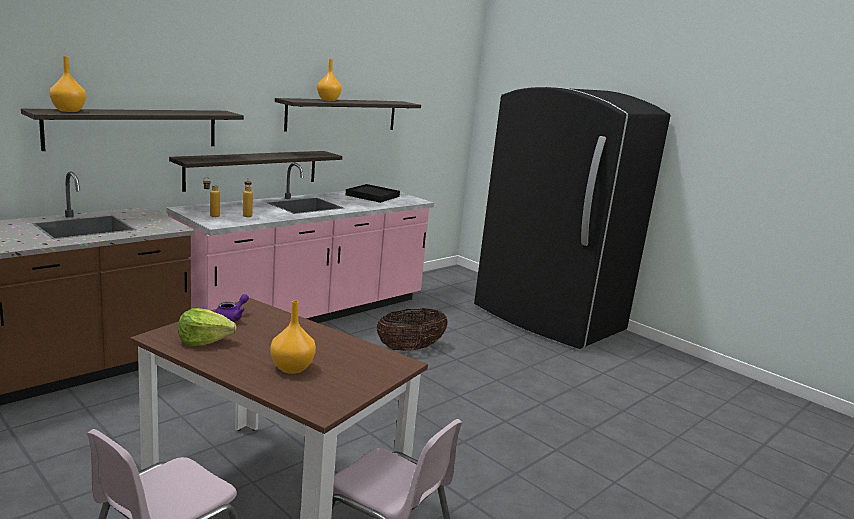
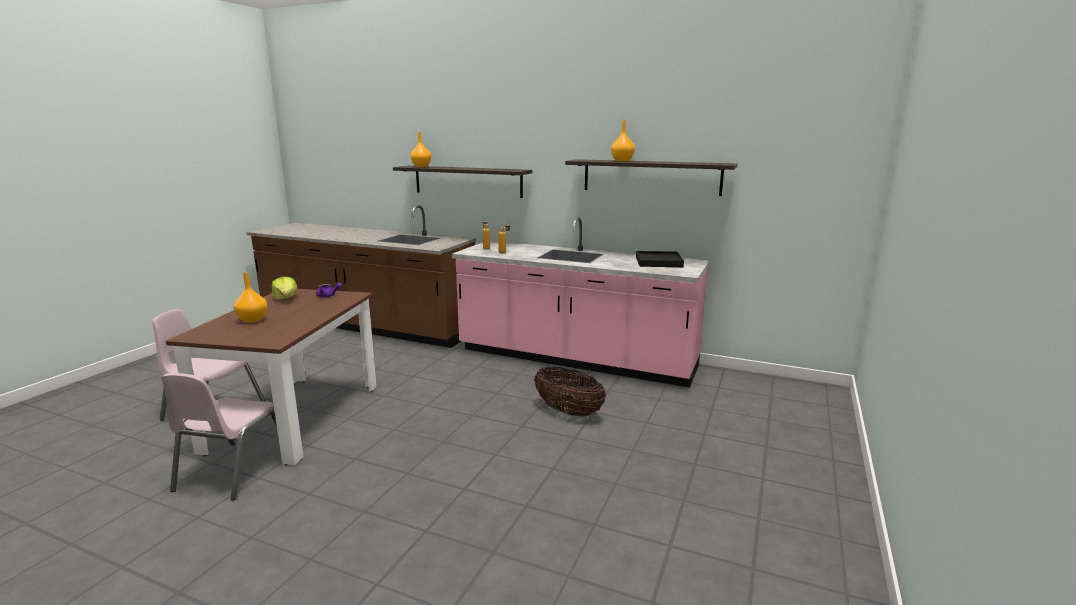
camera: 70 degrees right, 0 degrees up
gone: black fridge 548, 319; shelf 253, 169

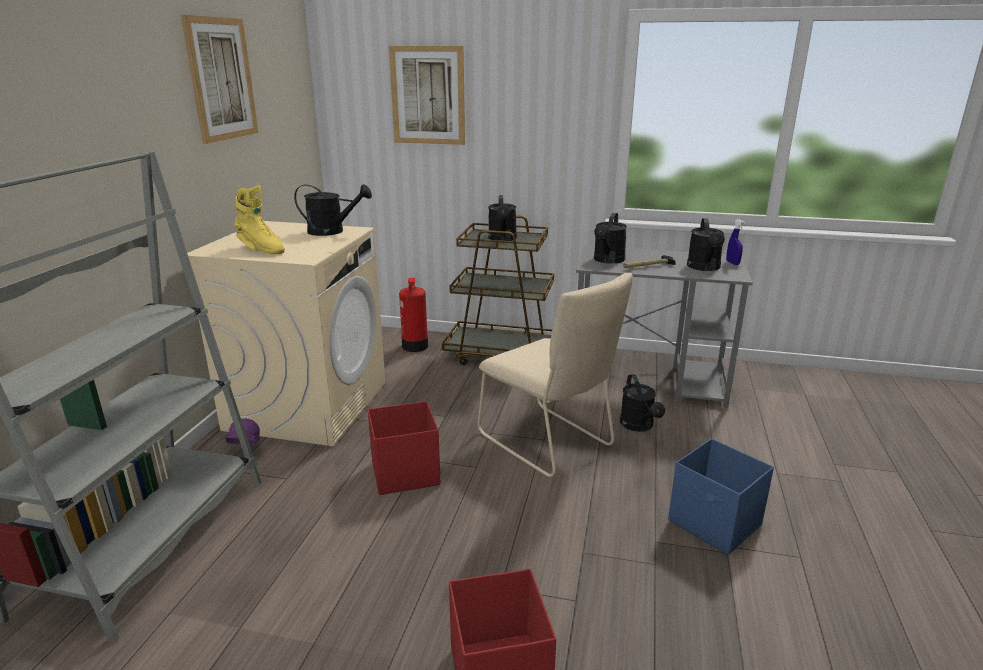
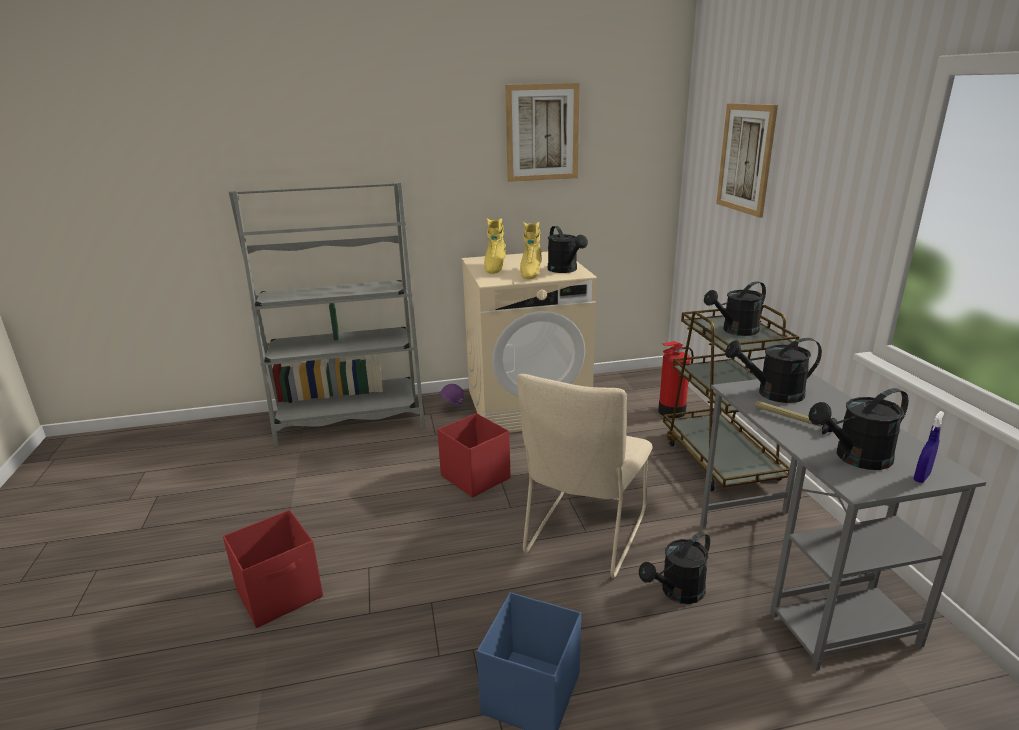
camera: 65 degrees right, 0 degrees up
new: yellow boot 530, 273

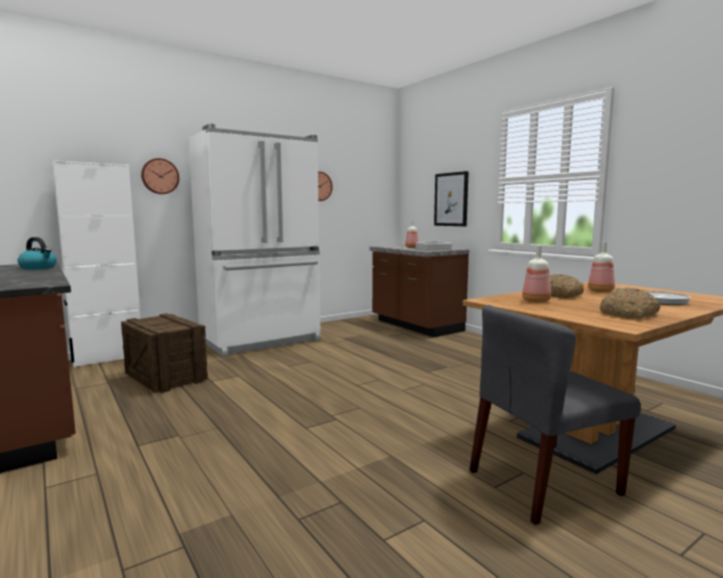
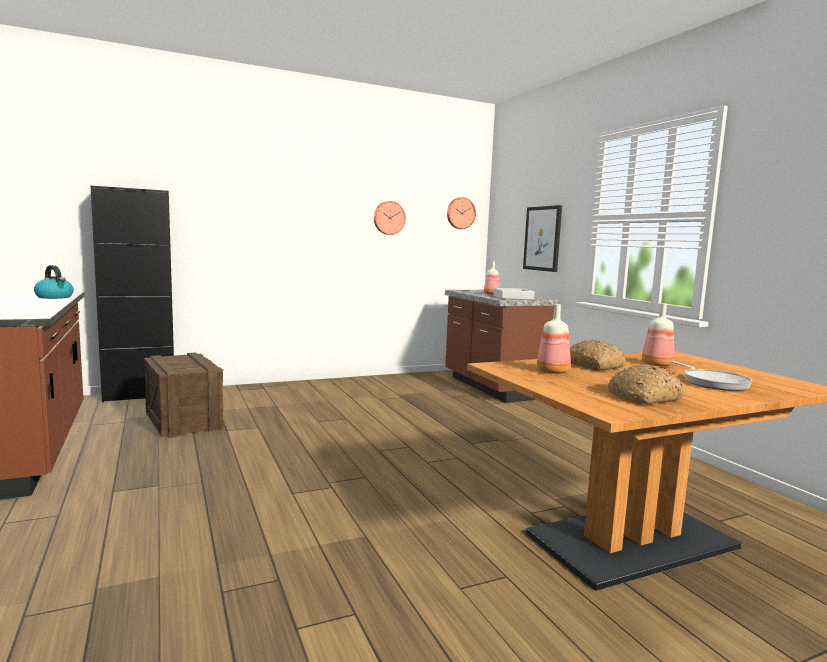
camera: 10 degrees right, 0 degrees up
gone: white fridge 262, 341; grey chair 543, 483
shifted: wall clock 160, 176 to 460, 213
repainted: white cabinet 108, 358 to black cabinet 139, 395

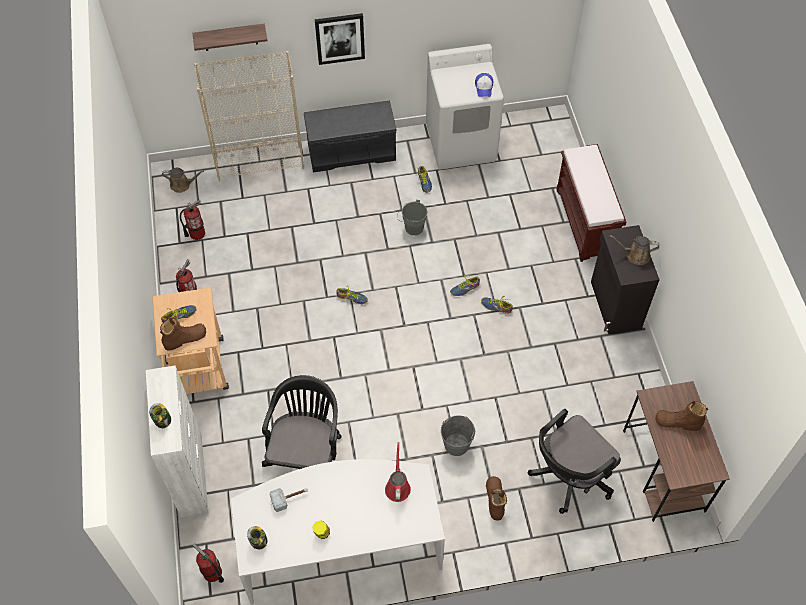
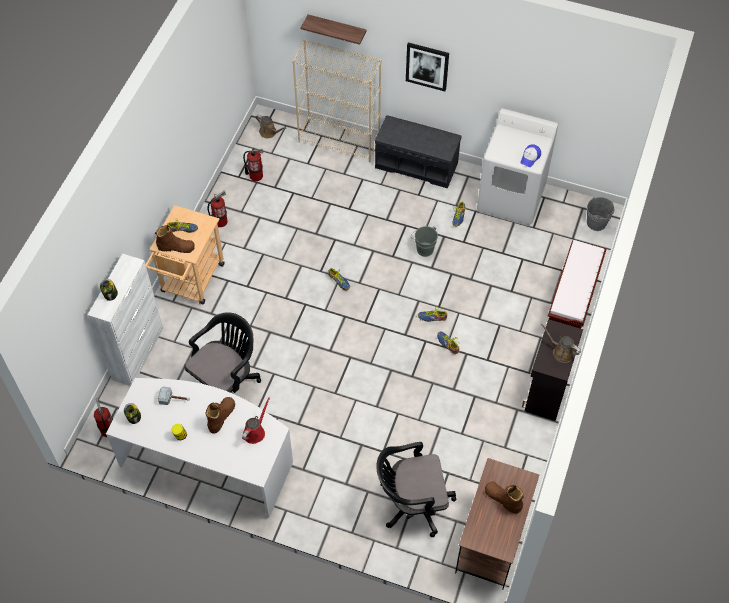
camera: 30 degrees right, 0 degrees up
shifted: grey bucket 456, 444 to 596, 222; brown boot 495, 499 to 221, 416

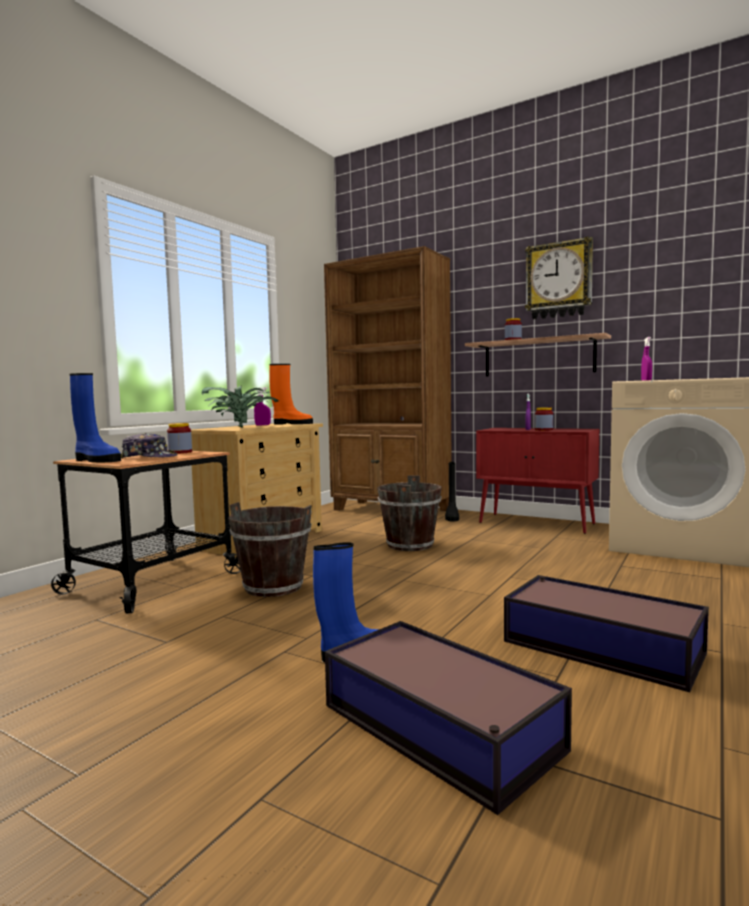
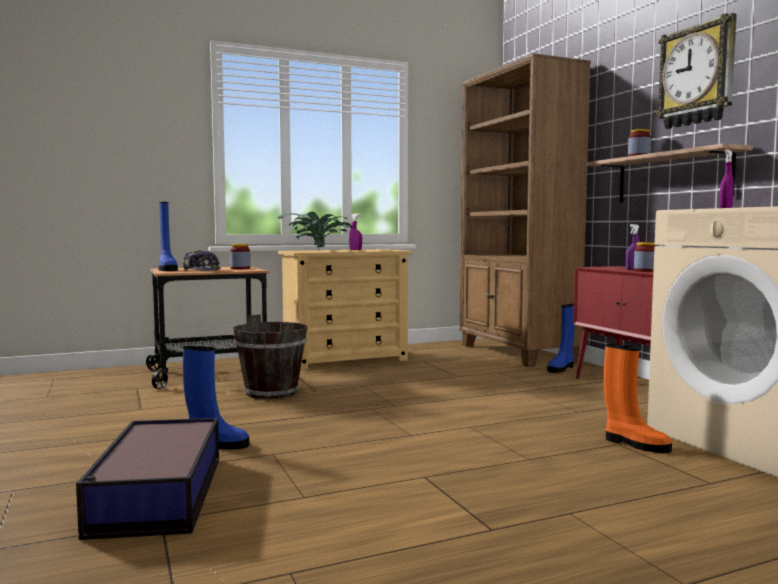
camera: 35 degrees right, 0 degrees up
gone: brown bucket 410, 545; storage box 599, 646
shifted: orange boot 291, 424 to 635, 444
repainted: black boot 452, 517 to blue boot 561, 368

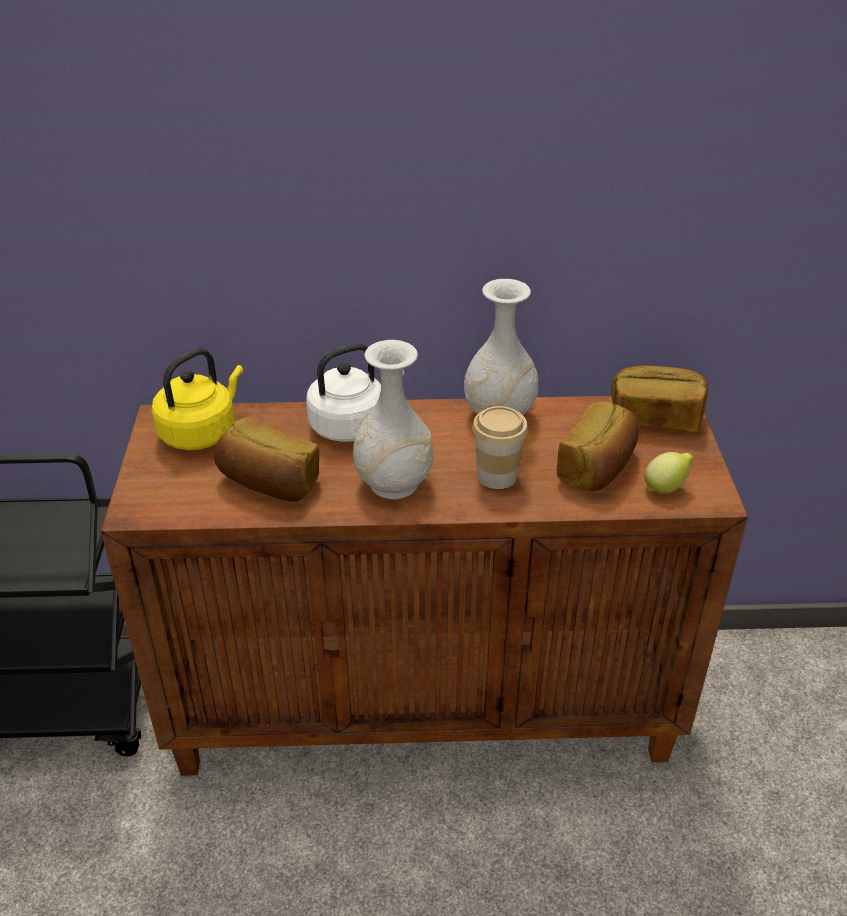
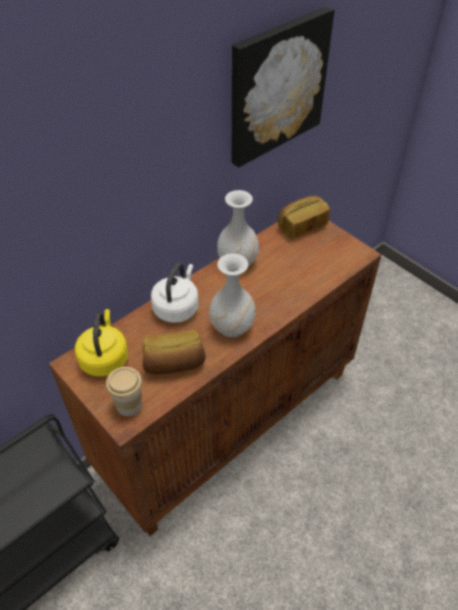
camera: 40 degrees left, 10 degrees up
gone: bread 598, 467; lemon 665, 488
new: picture 276, 86
shifted: cup 497, 476 to 129, 405

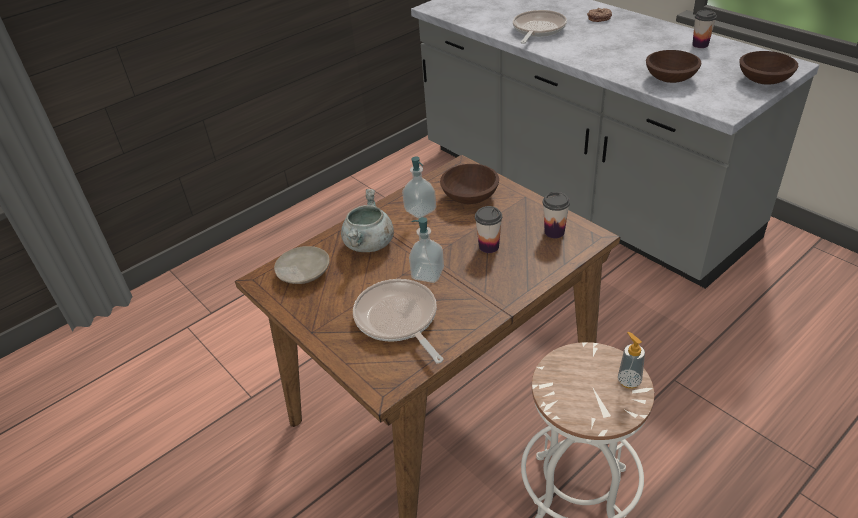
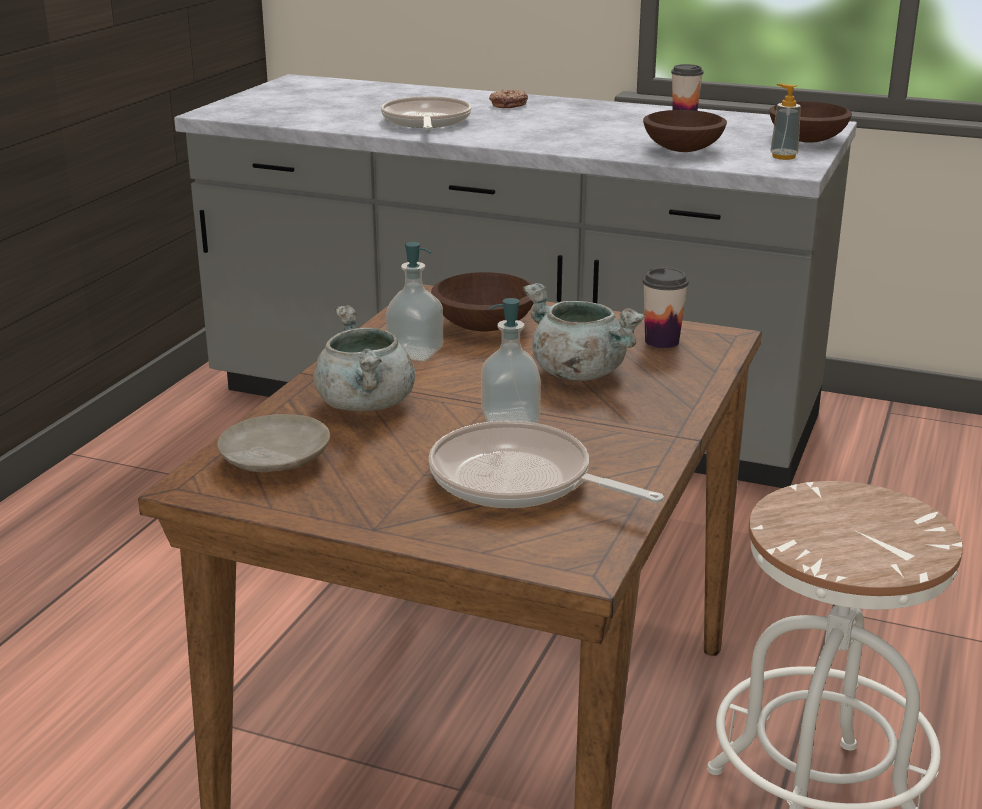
camera: 30 degrees left, 15 degrees down
shifted: soap dispenser 629, 381 to 783, 156
swapped: cup 489, 246 to grey cooking pot 577, 373

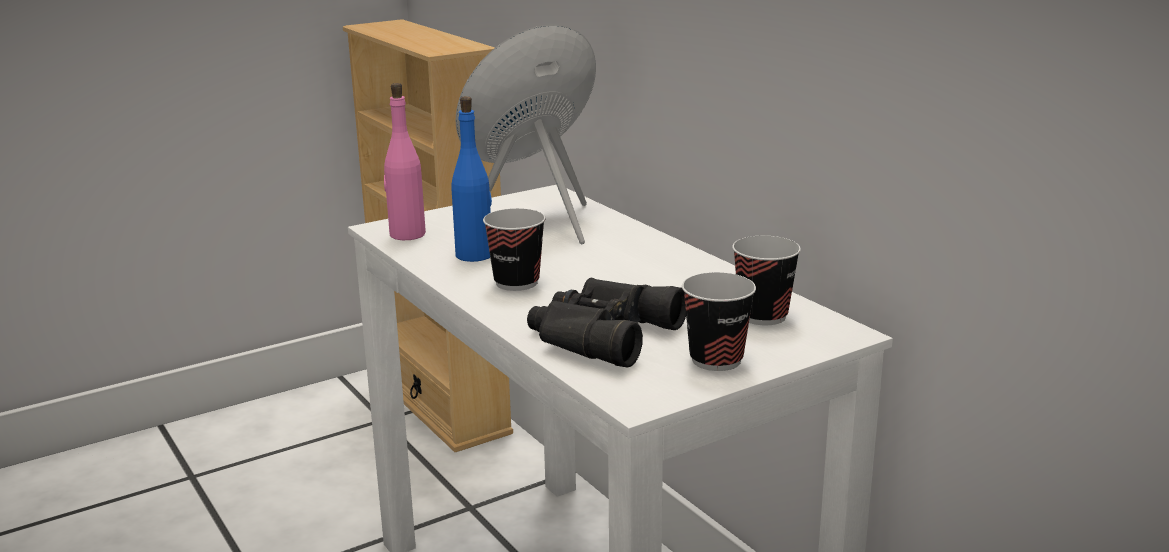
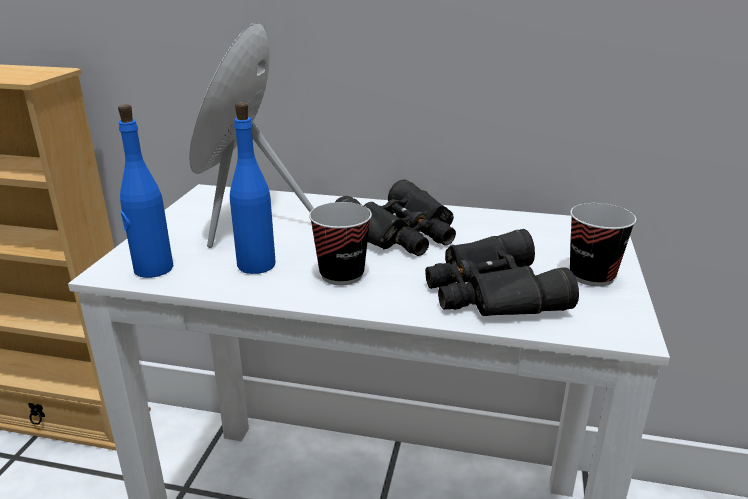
camera: 45 degrees left, 5 degrees up
gone: cup 763, 316
new: black binoculars 402, 233
repainted: pink bottle 407, 234 to blue bottle 153, 269

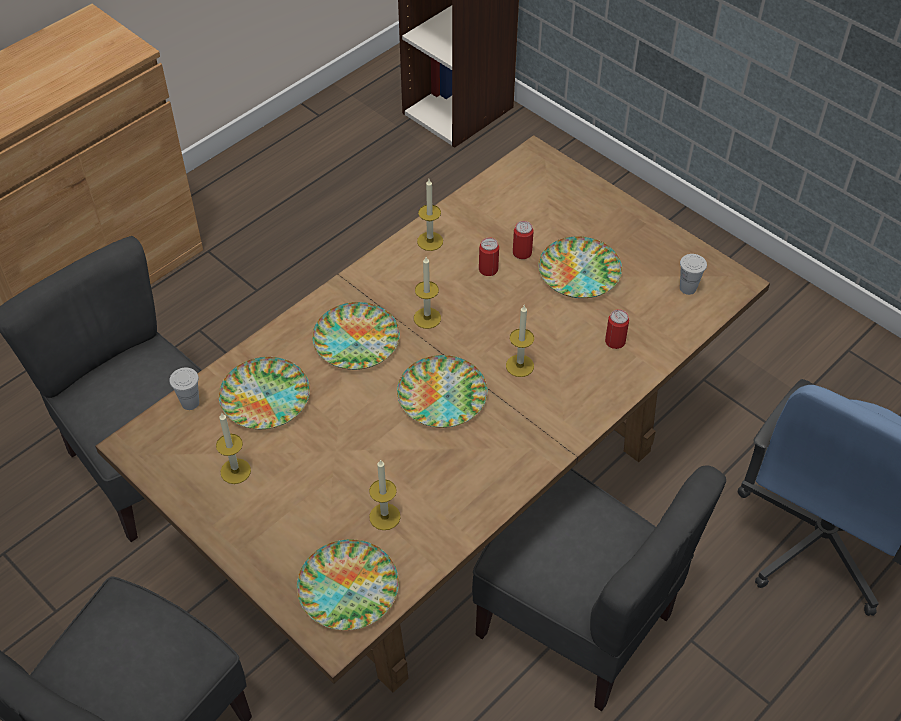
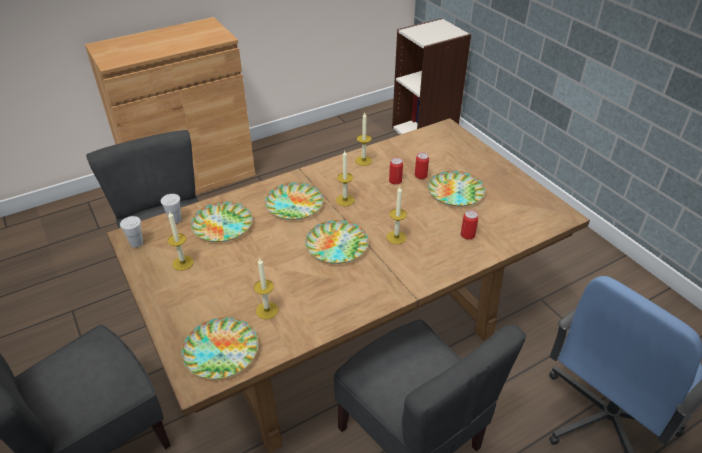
camera: 15 degrees right, 10 degrees down
shifted: white cup 688, 288 to 136, 243

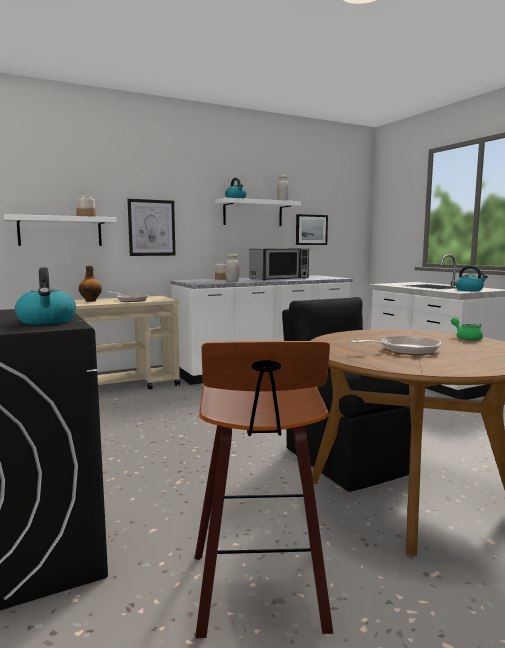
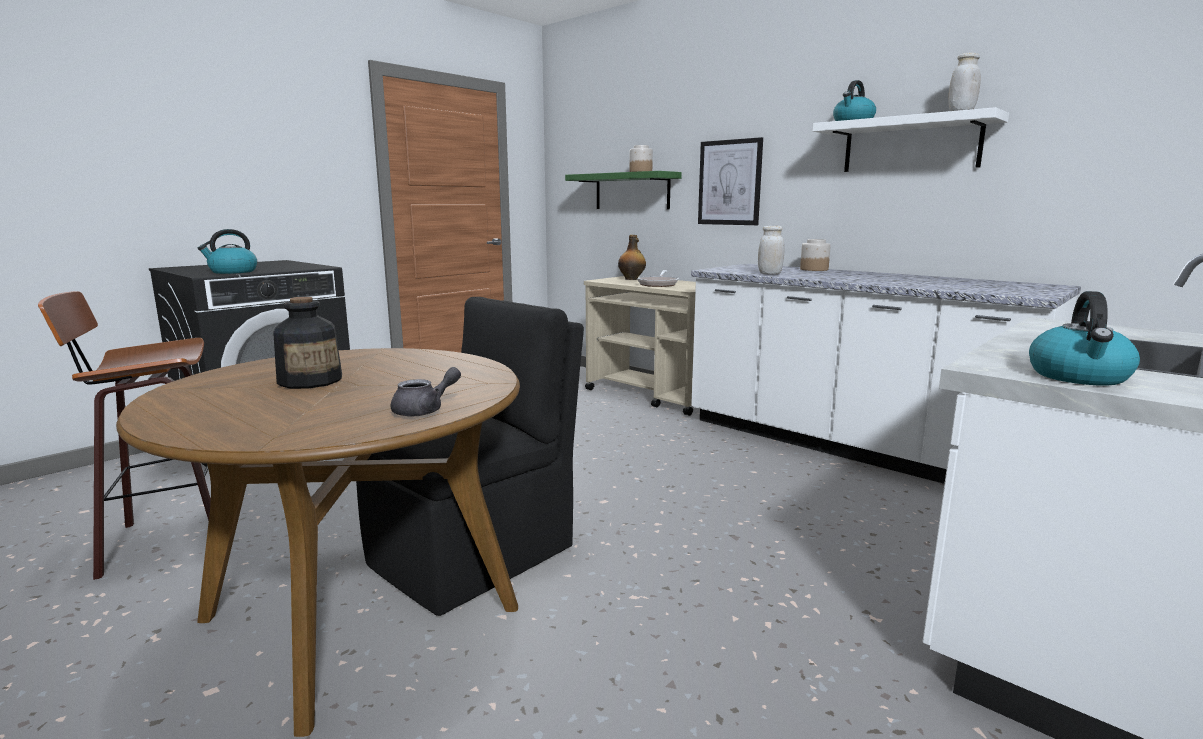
camera: 70 degrees right, 5 degrees up
gone: picture 311, 230; microwave 279, 278
swapped: frying pan 404, 350 to bottle 311, 381
repainted: white shelf 60, 231 to green shelf 632, 191; green teapot 466, 338 to grey teapot 425, 410

